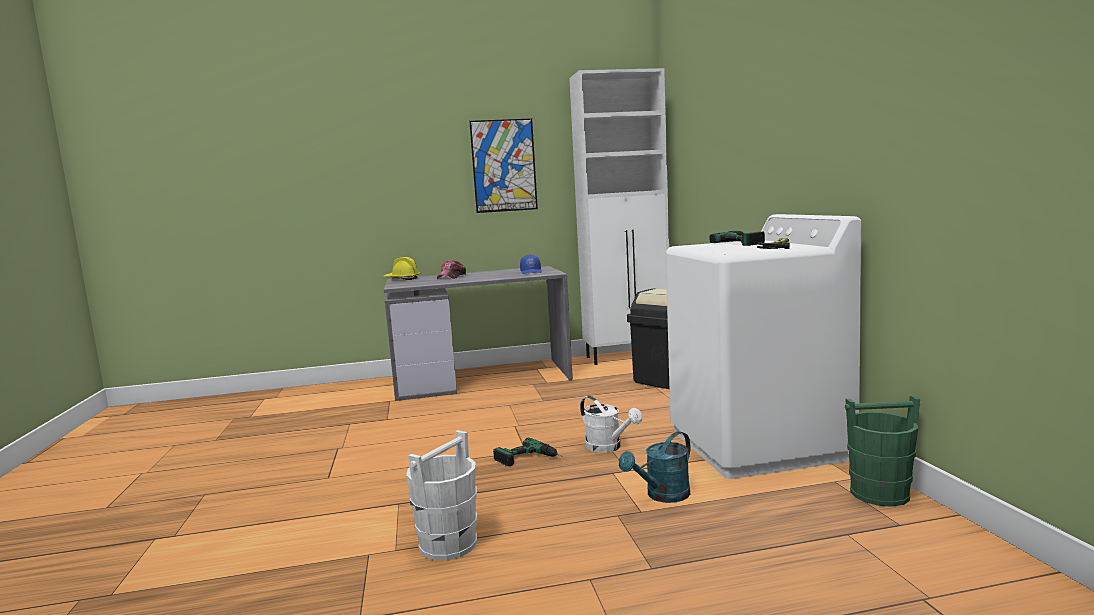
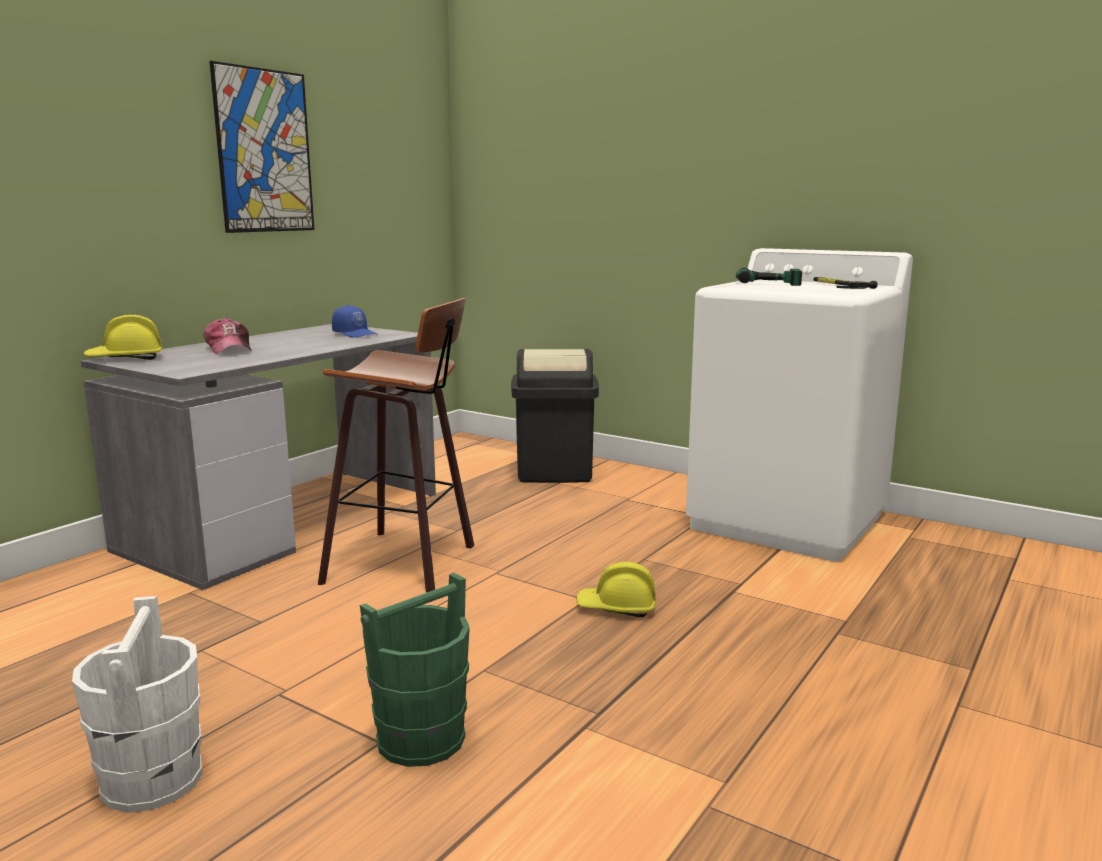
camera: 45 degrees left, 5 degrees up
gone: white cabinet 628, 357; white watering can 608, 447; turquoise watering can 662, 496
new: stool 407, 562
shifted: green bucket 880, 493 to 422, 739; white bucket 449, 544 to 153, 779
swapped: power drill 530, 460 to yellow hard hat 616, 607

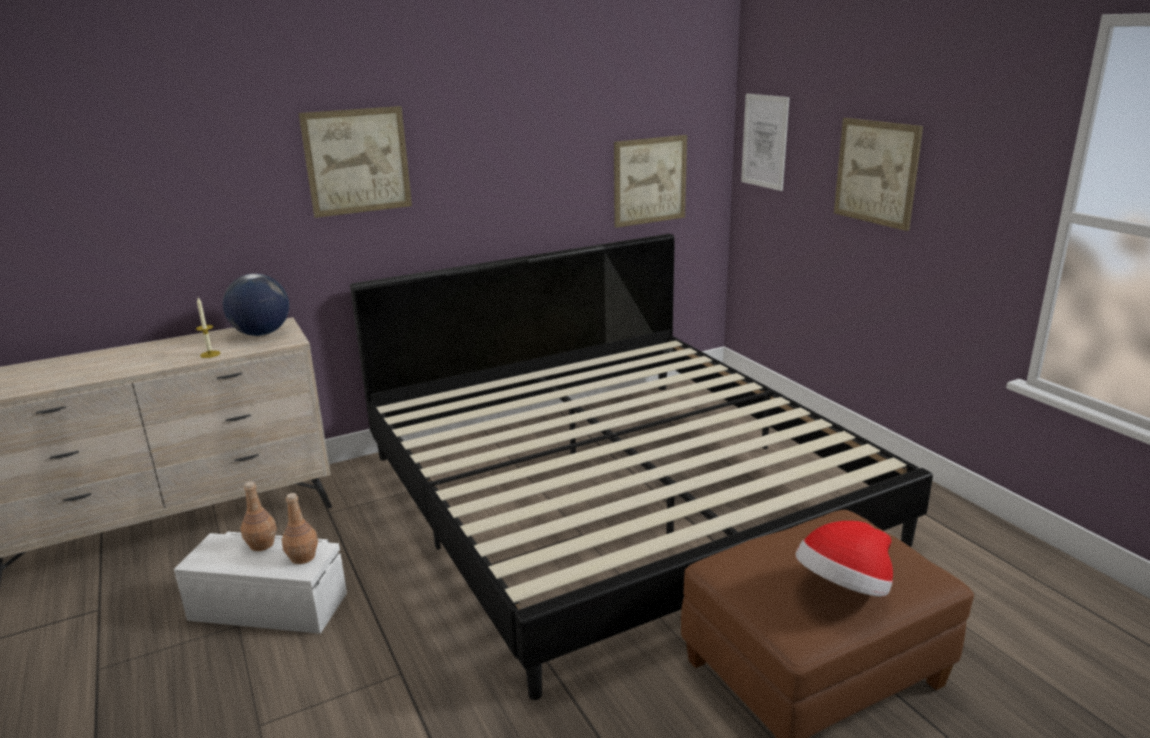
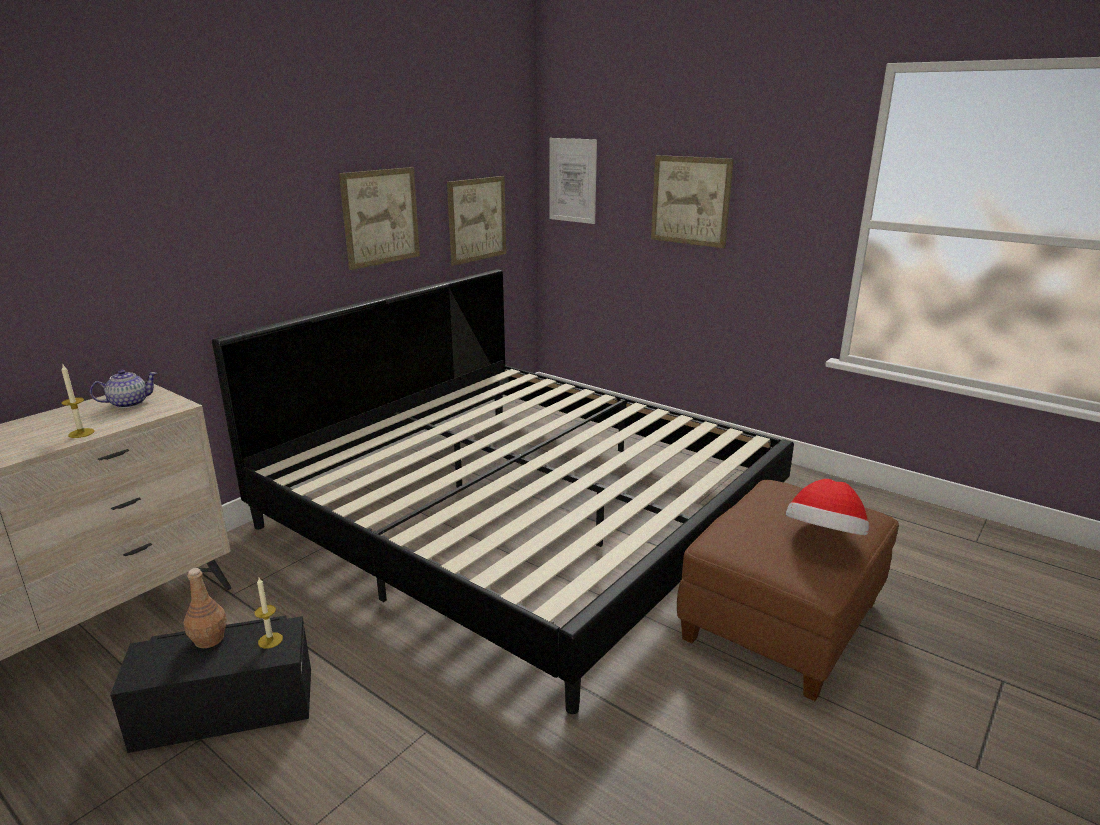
camera: 25 degrees left, 0 degrees up
shifted: picture 357, 161 to 381, 217
swapped: globe 261, 333 to teapot 128, 403; brown bottle 302, 557 to candle 270, 640
repainted: white storage box 269, 605 to black storage box 225, 706

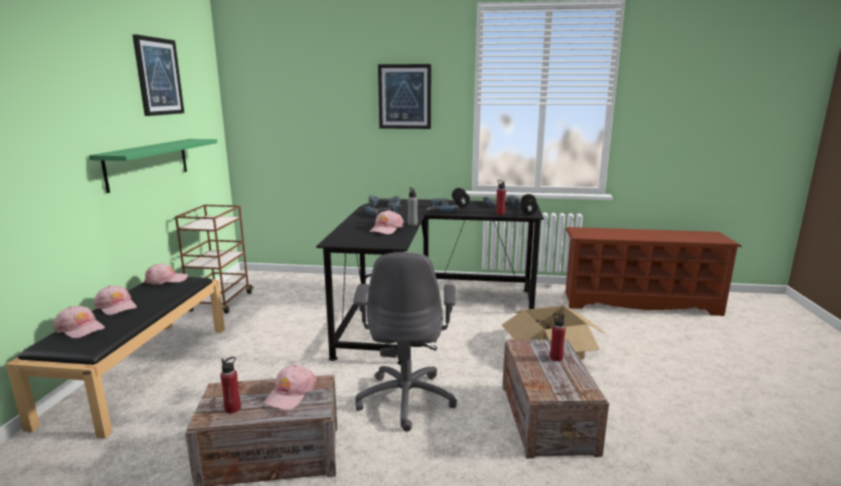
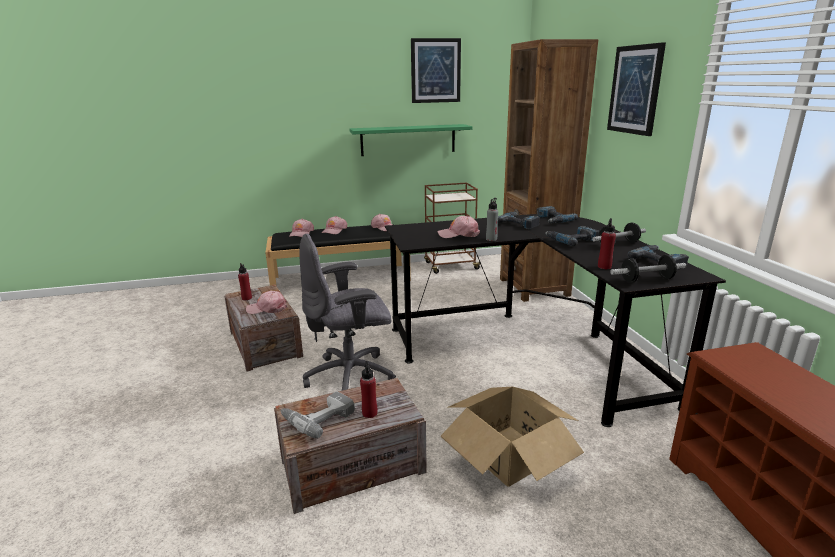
camera: 70 degrees right, 5 degrees up
new: brown bookcase 534, 287; power drill 317, 417

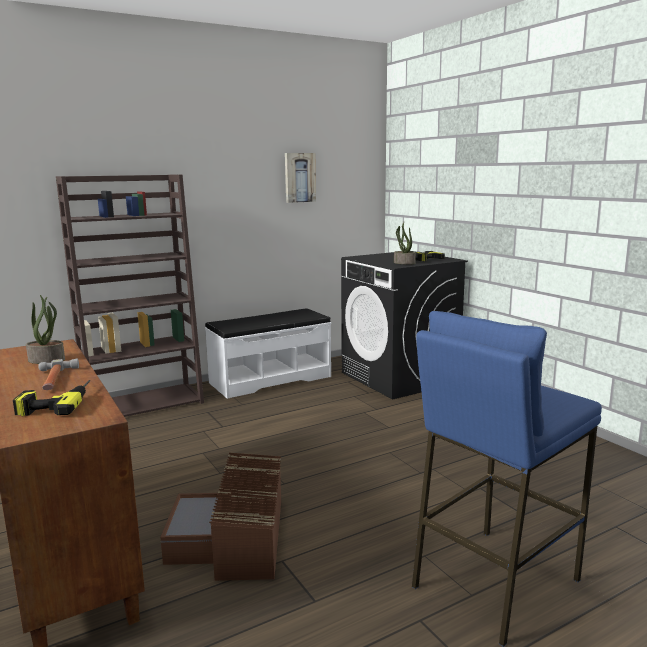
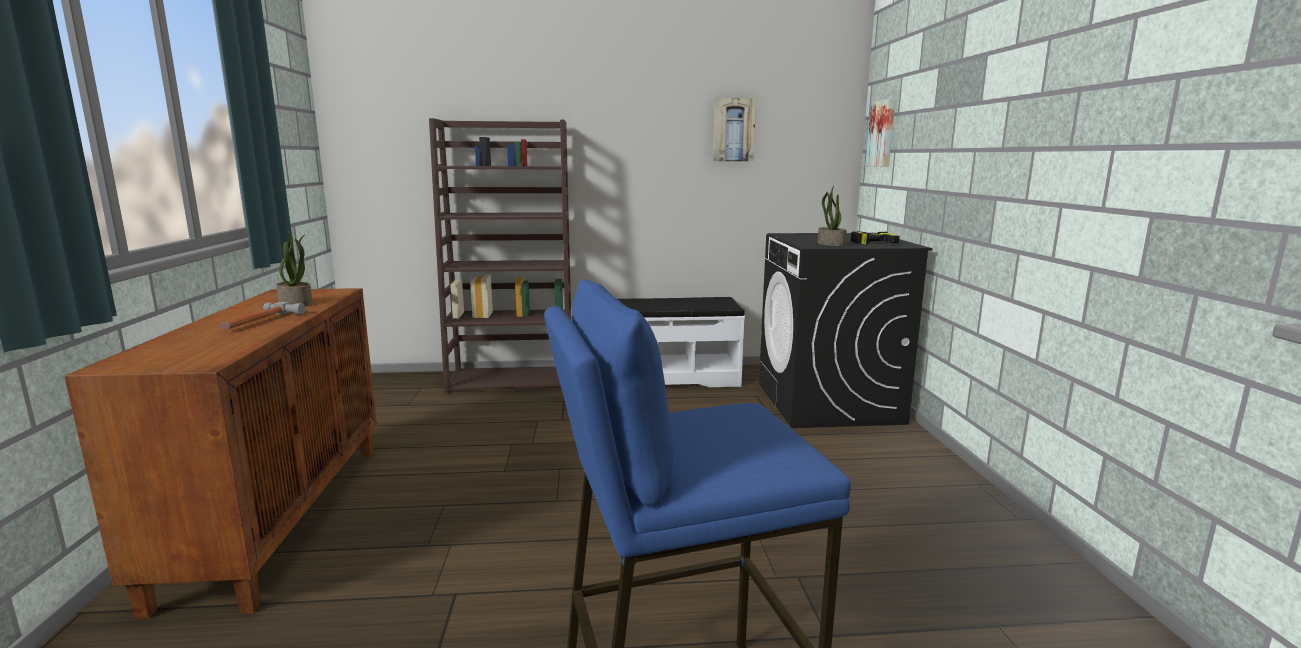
camera: 25 degrees right, 0 degrees up
gone: power drill 56, 402; brown storage box 234, 538
new: picture 882, 133

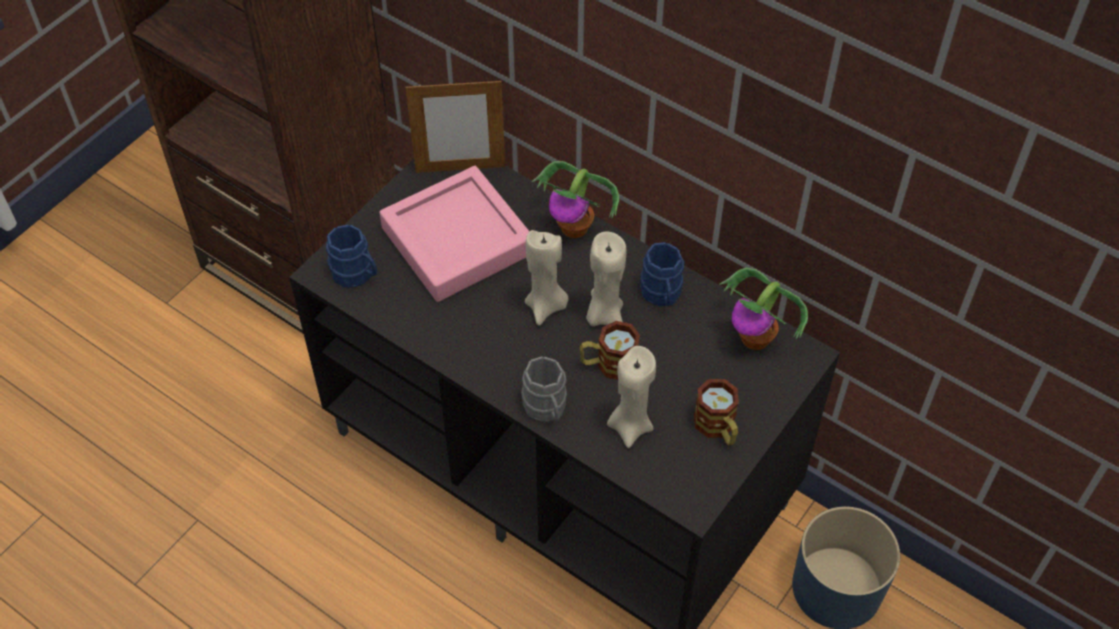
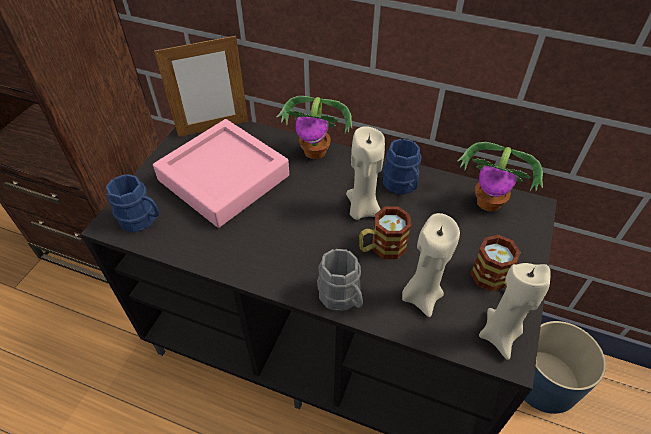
camera: 15 degrees left, 5 degrees down
shifted: beige candle 546, 306 to 500, 335

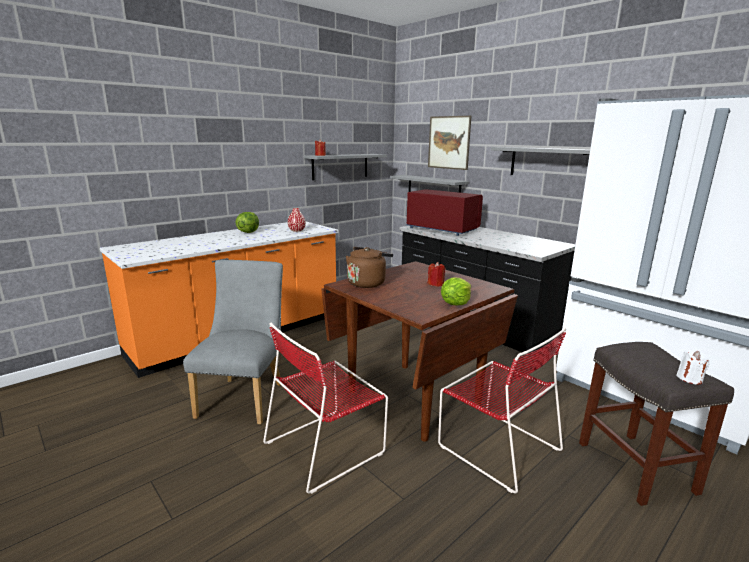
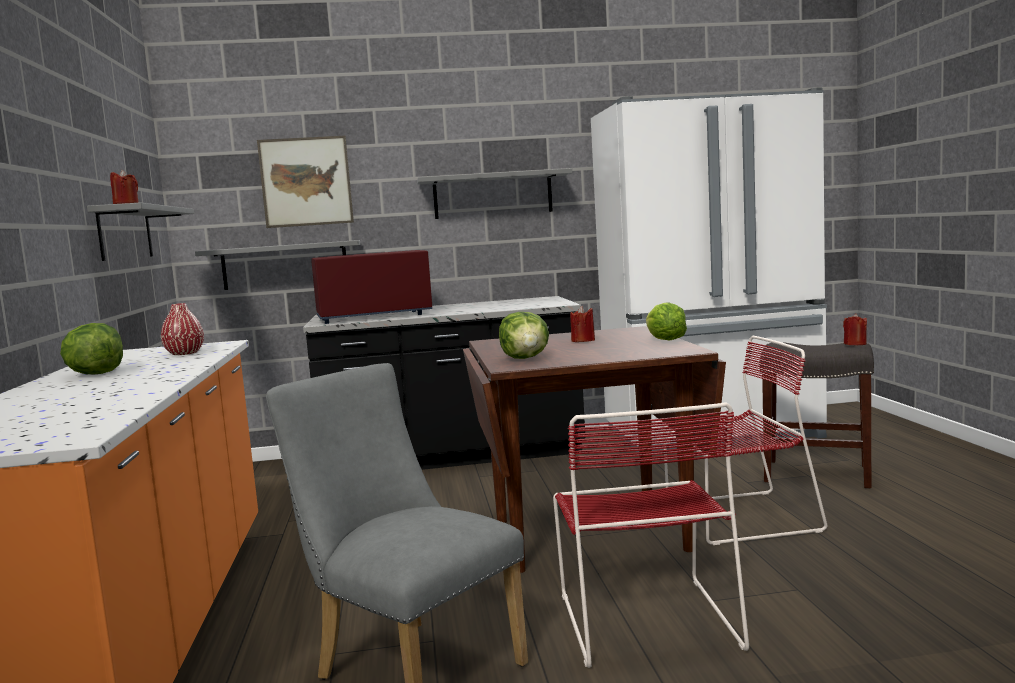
camera: 55 degrees left, 10 degrees down
swapped: brown kettle 367, 283 to lettuce 526, 358
repainted: white candle 689, 378 to red candle 855, 344

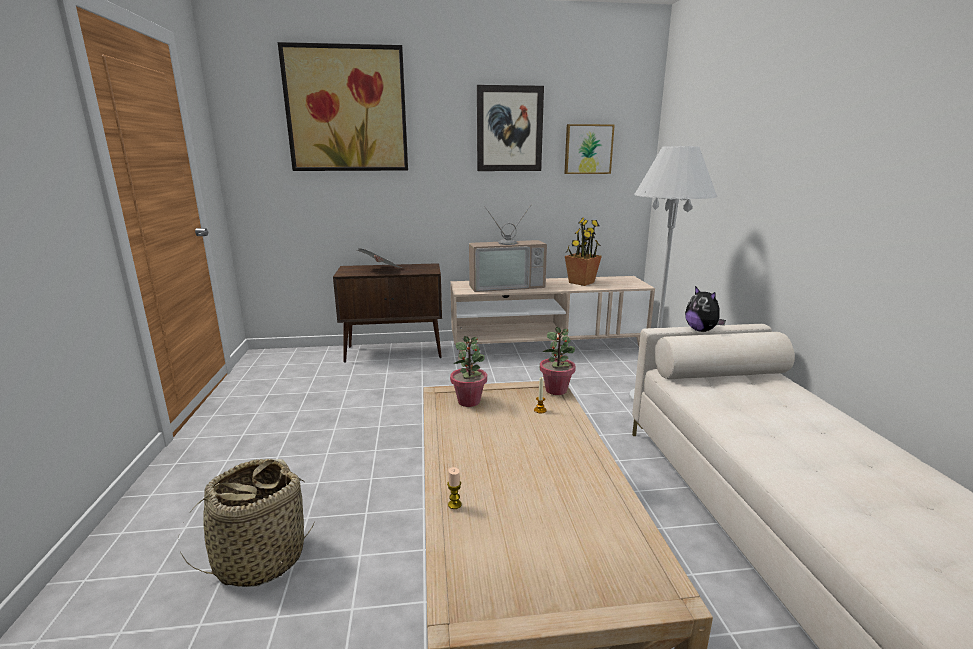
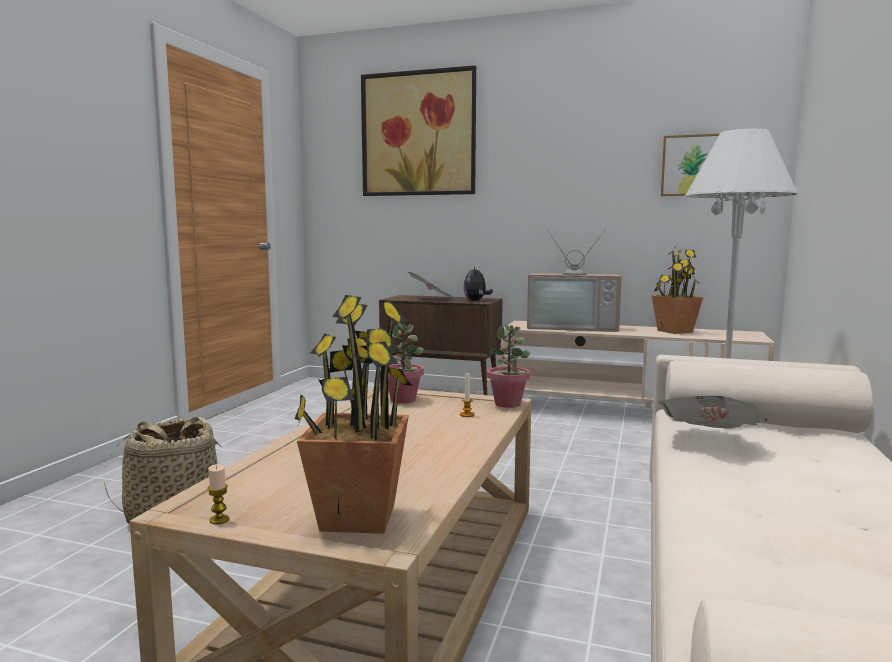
camera: 25 degrees right, 10 degrees down
gone: picture 509, 129
new: potted plant 357, 517; newspaper 710, 440
shifted: plush toy 701, 330 to 476, 301; candle 454, 504 to 219, 520

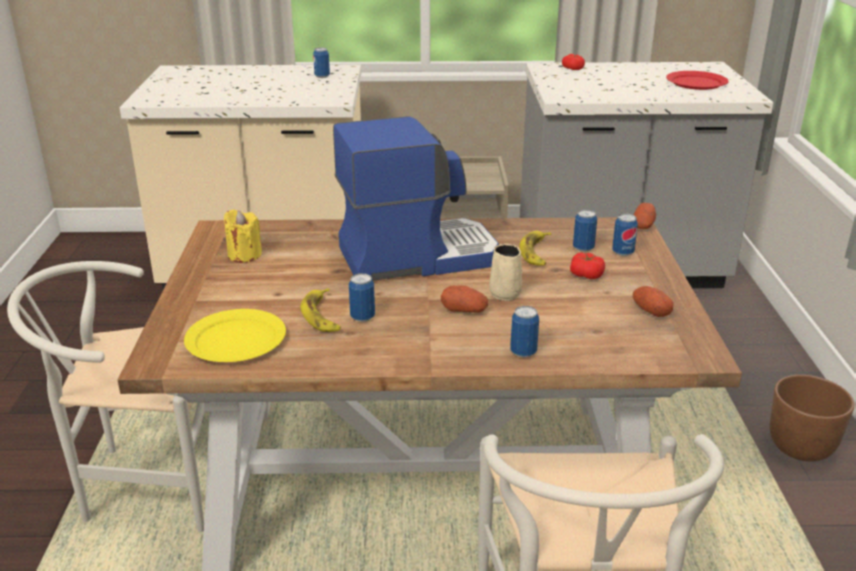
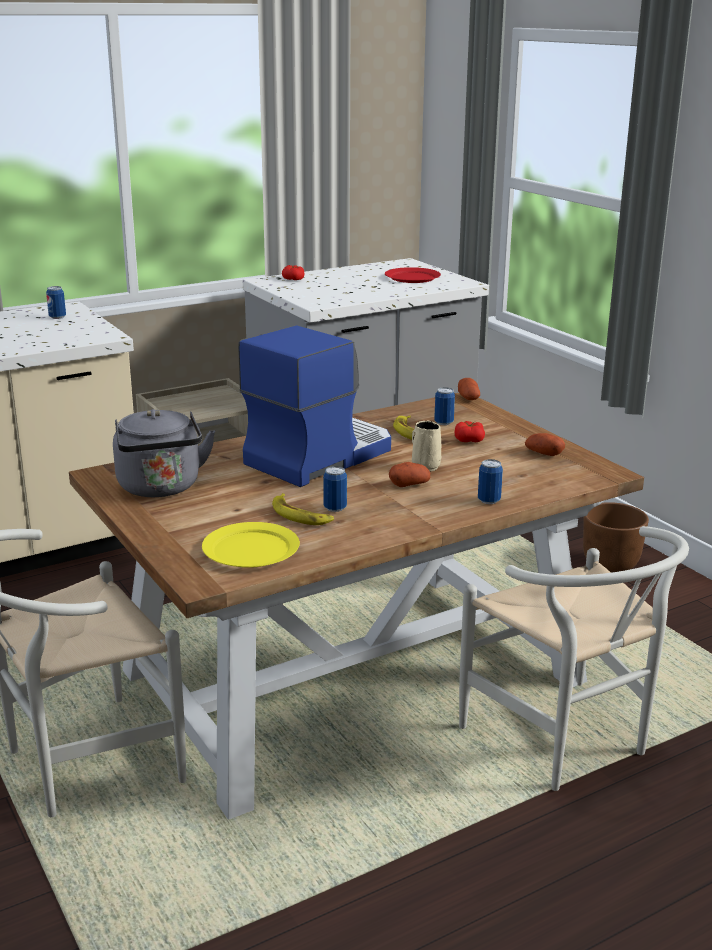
camera: 30 degrees left, 5 degrees down
gone: can 622, 252
swapped: yellow candle 244, 255 to grey kettle 161, 488

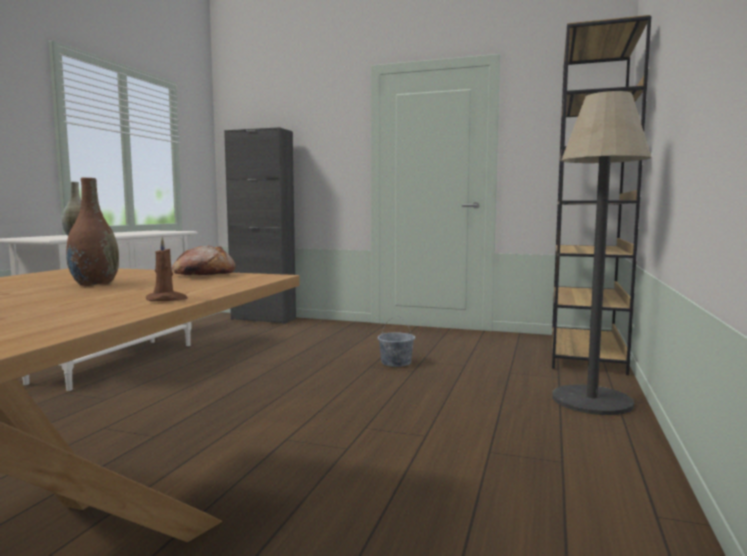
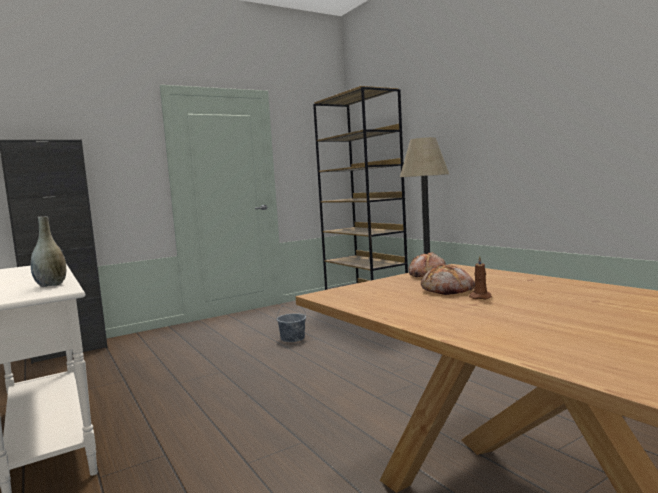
camera: 50 degrees left, 0 degrees up
shifted: brown candle 167, 300 to 480, 297
swapped: brown vase 95, 284 to bread 448, 290

